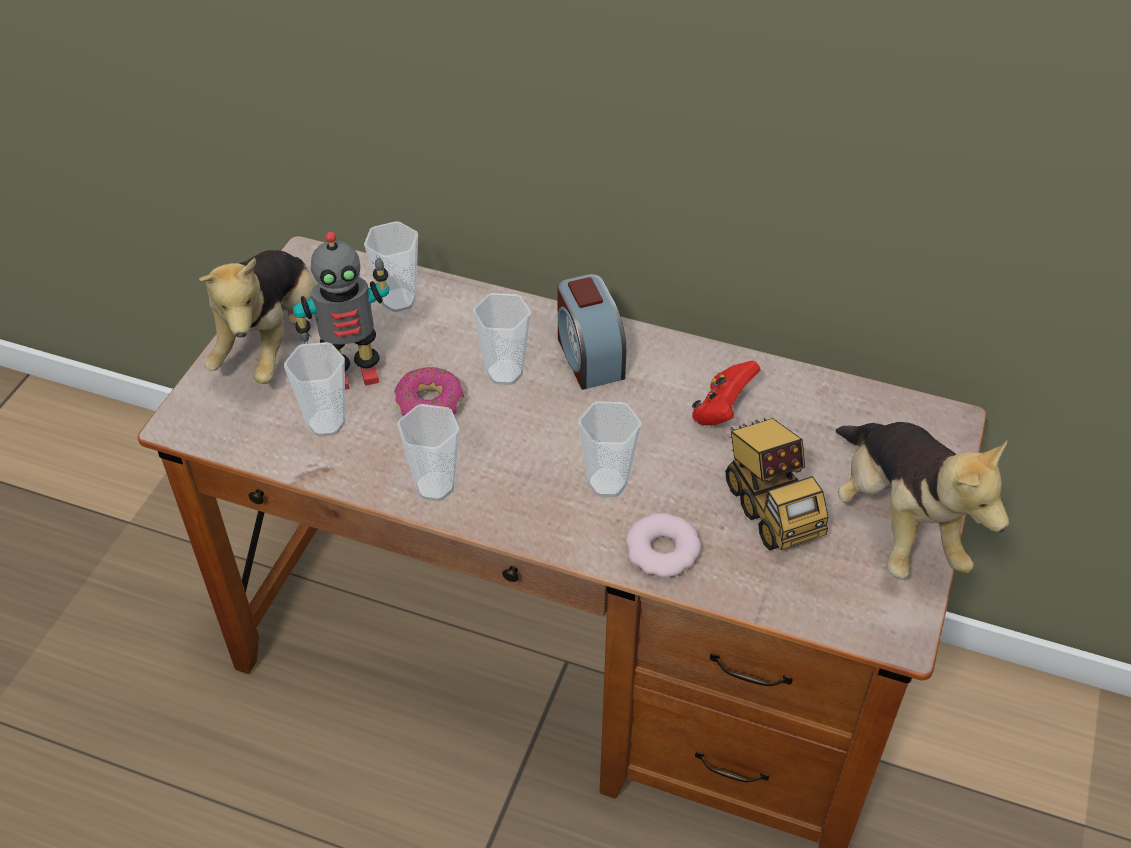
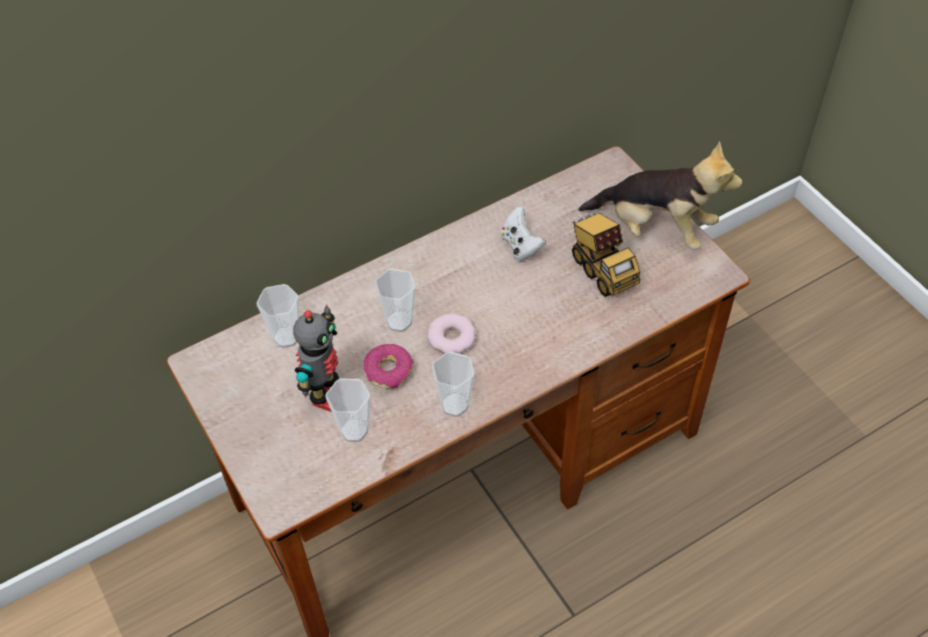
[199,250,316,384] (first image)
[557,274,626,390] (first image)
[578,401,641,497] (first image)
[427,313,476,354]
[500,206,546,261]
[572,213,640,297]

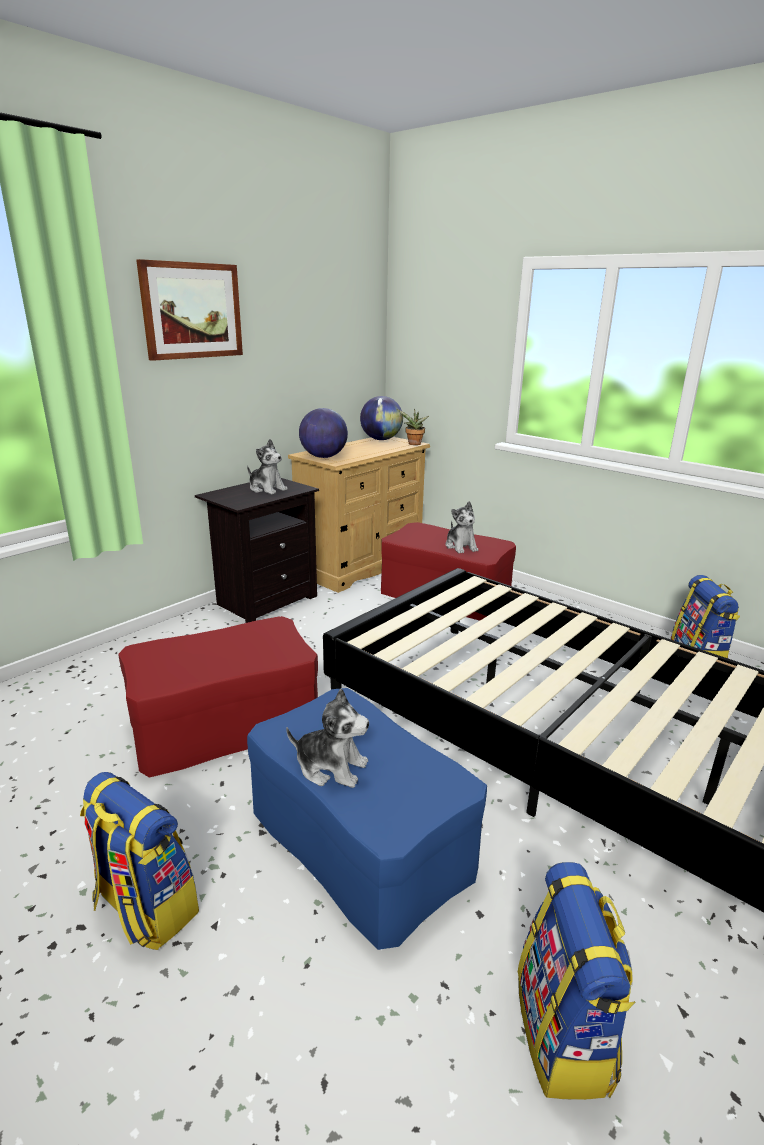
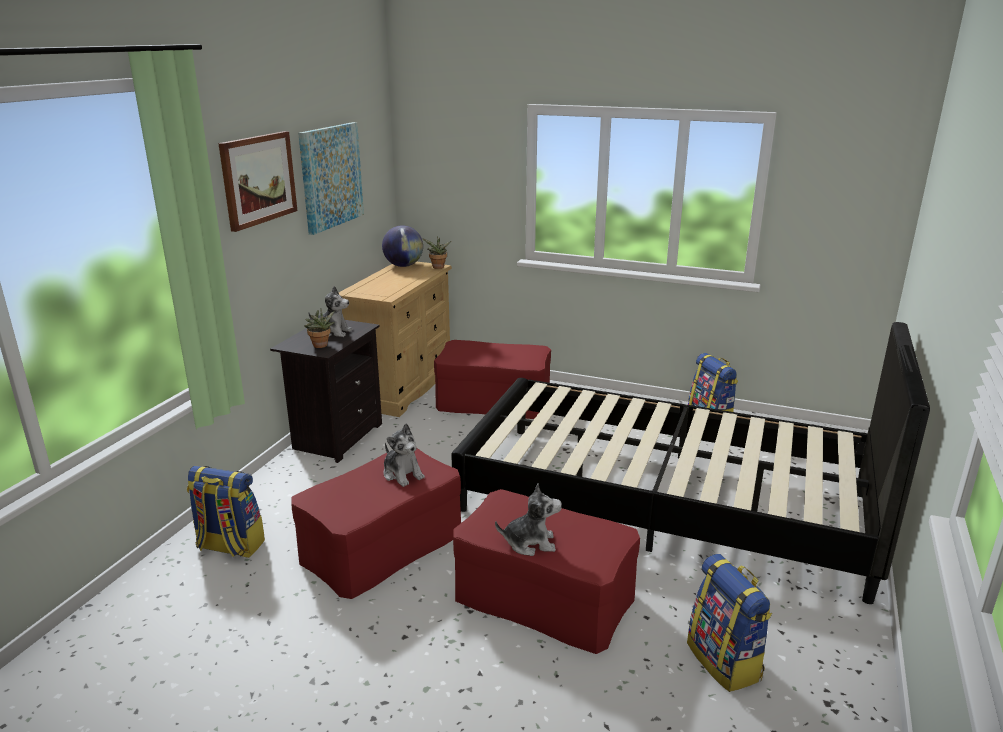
[299,408,348,458] (first image)
[298,122,364,235]
[304,308,334,348]
[187,466,265,558]
[383,424,425,487]
[453,489,640,654]

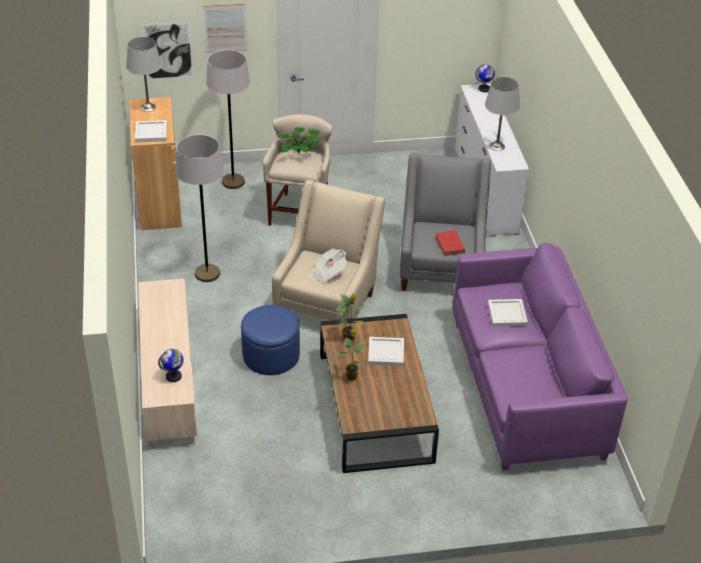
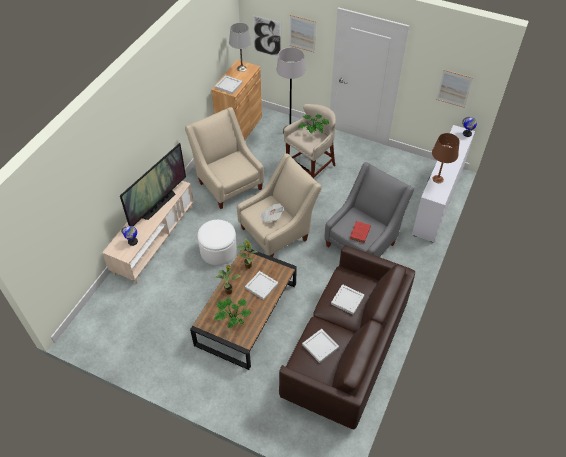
[120,143,186,226]
[214,298,251,328]
[302,329,339,363]
[436,69,473,108]
[185,107,264,209]
[198,220,237,265]
[279,246,415,429]
[432,133,460,183]

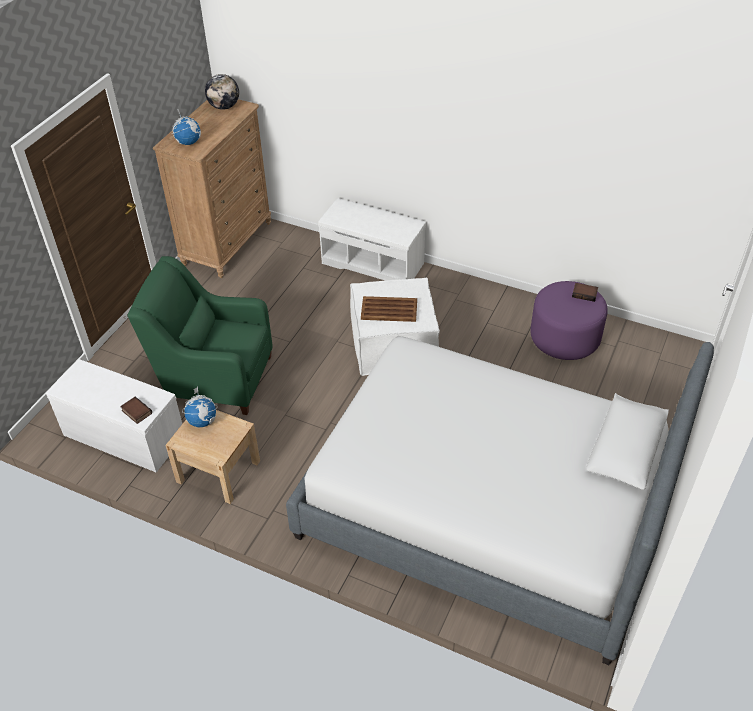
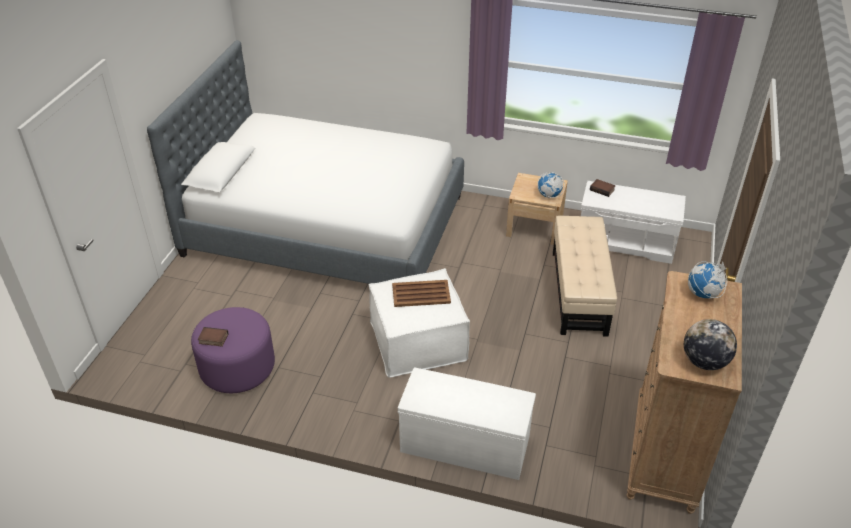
[553,216,617,337]

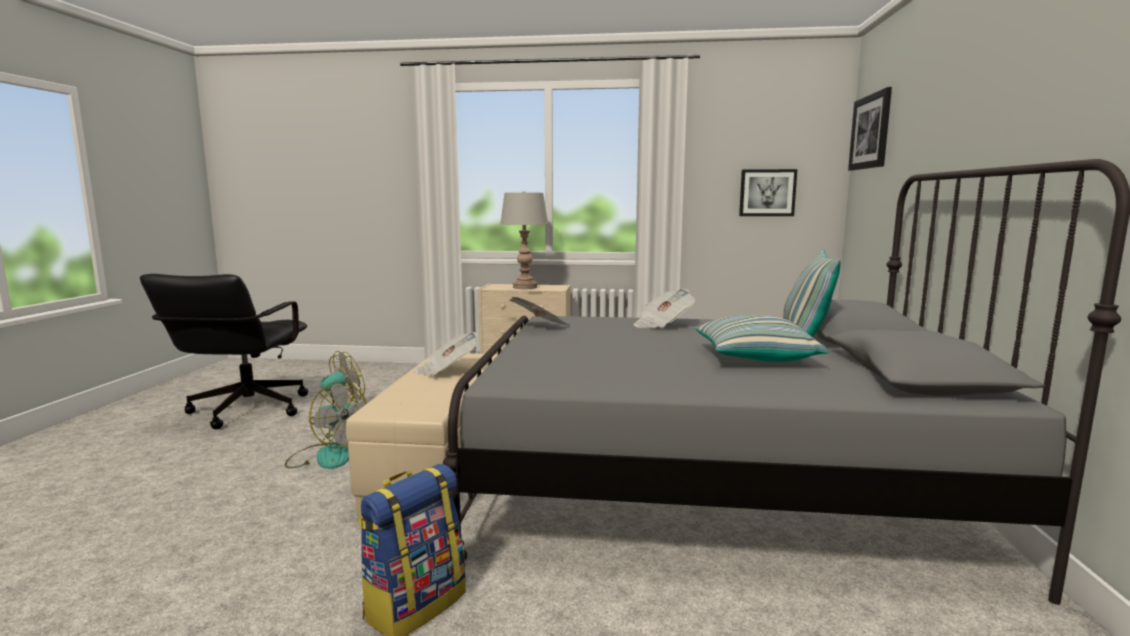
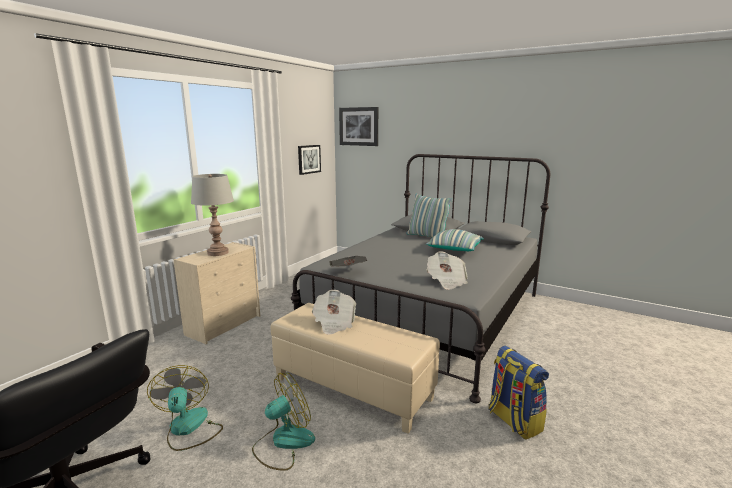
[427,251,468,290]

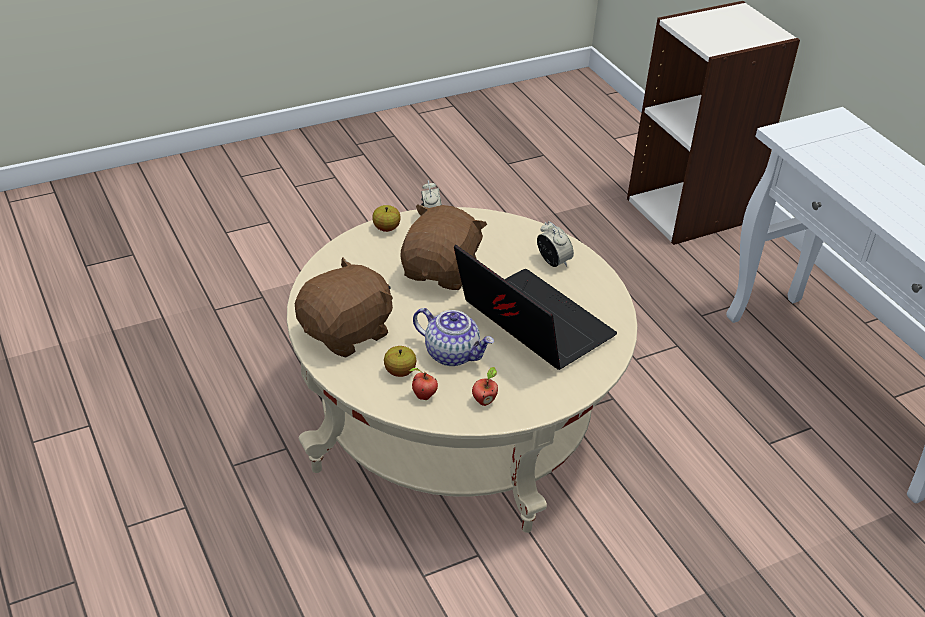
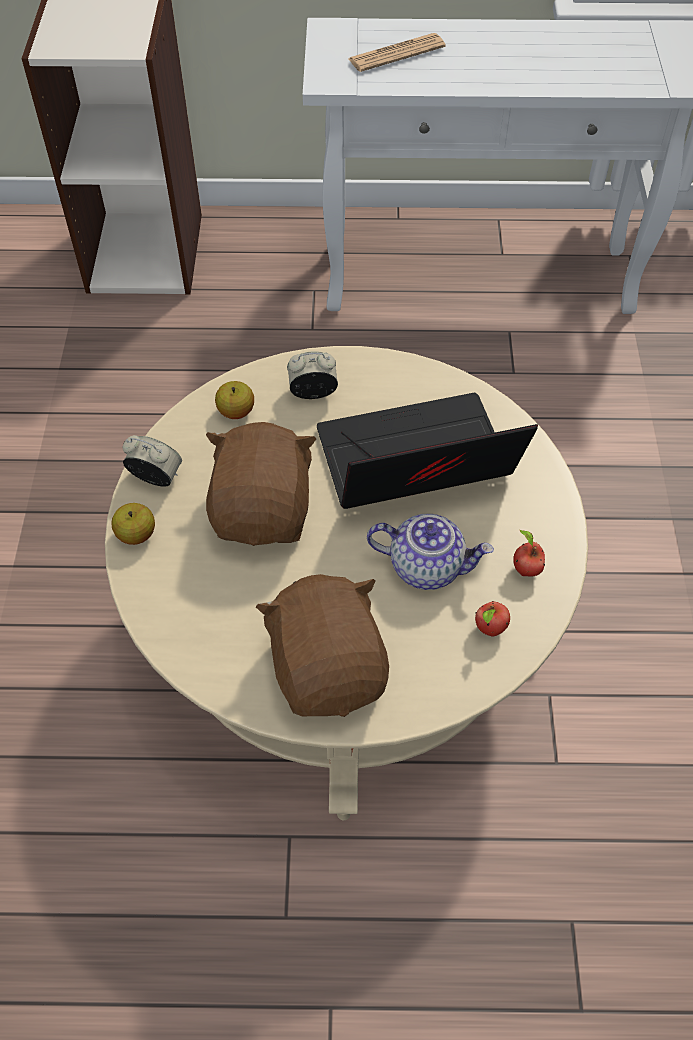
[349,33,446,72]
[215,381,254,419]
[206,422,316,546]
[367,514,494,590]

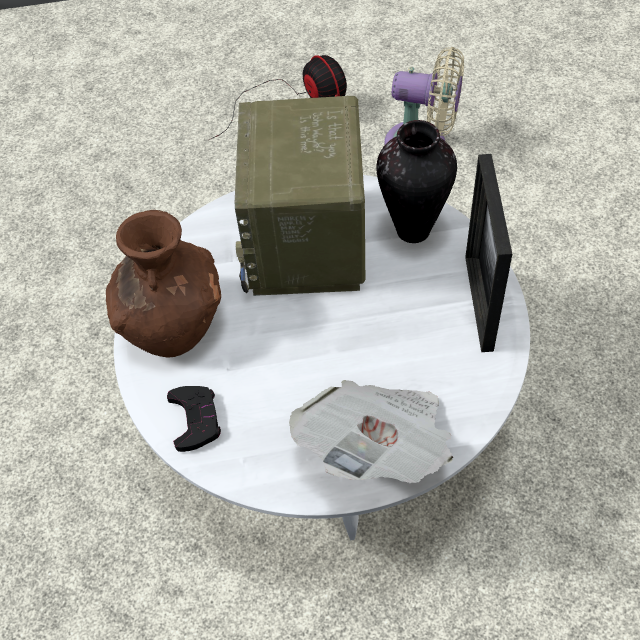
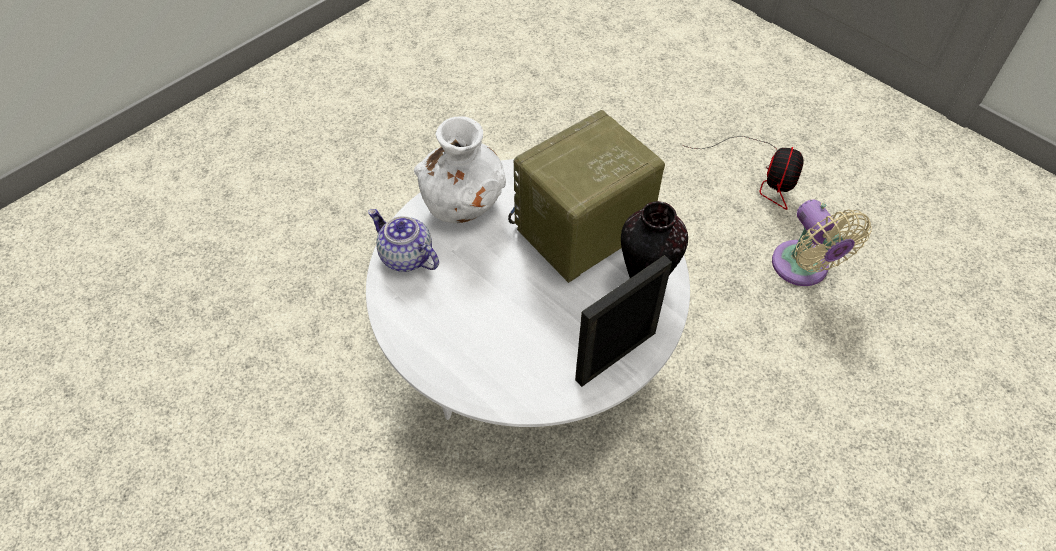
[289,380,453,483] (first image)
[368,209,439,272]
[414,116,506,223]

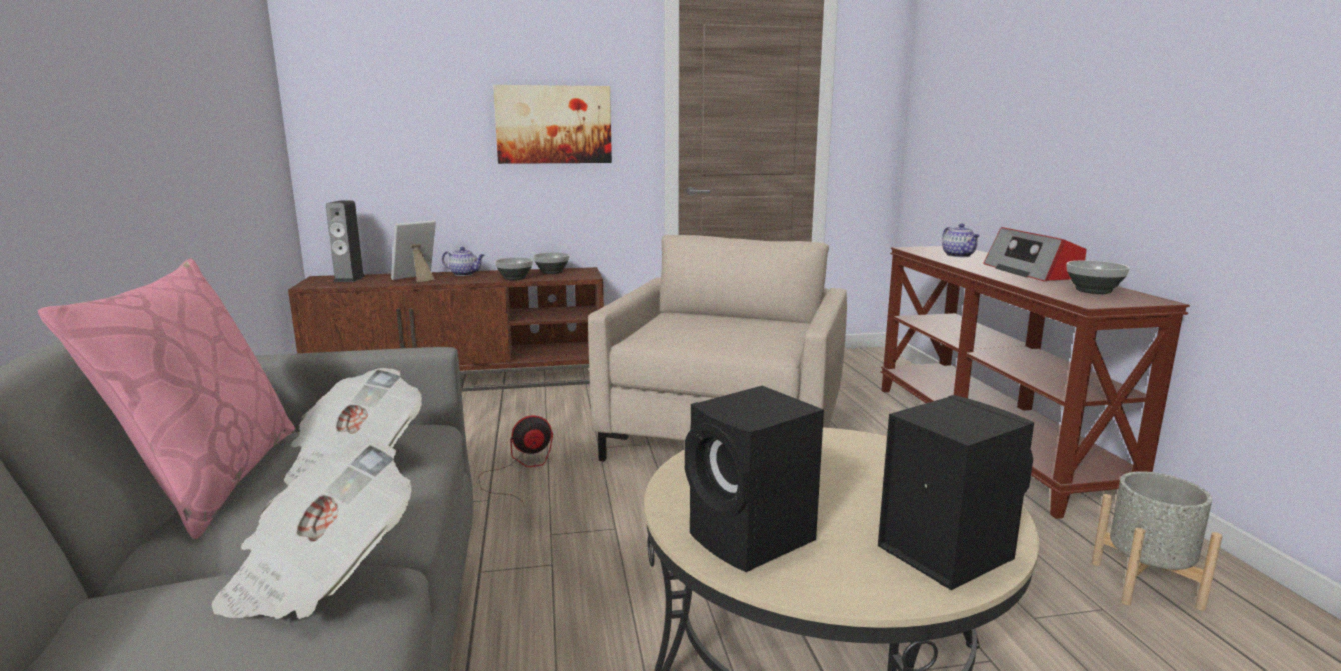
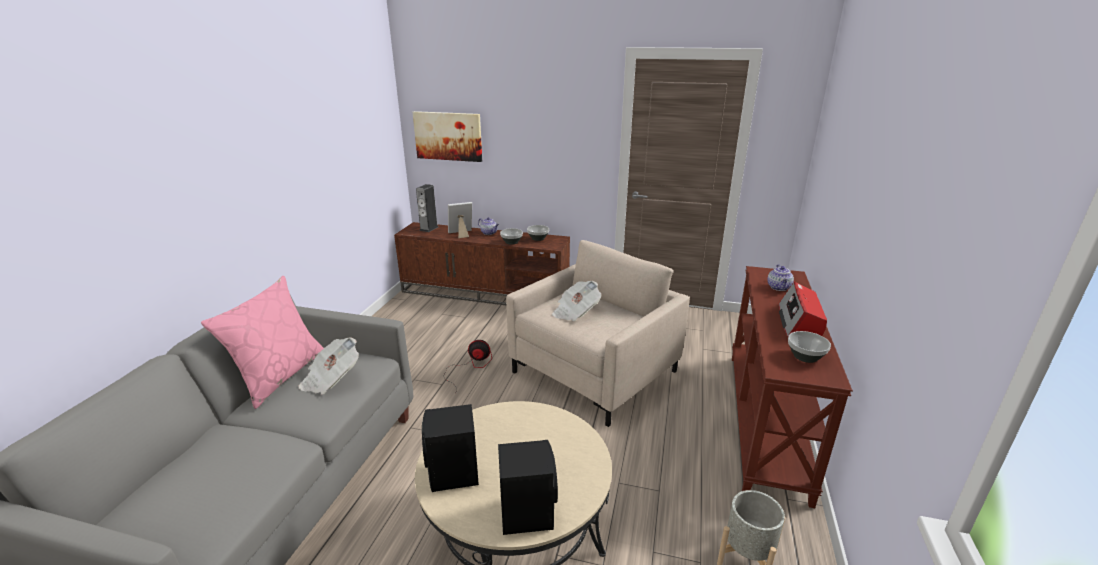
[552,281,601,322]
[412,111,482,162]

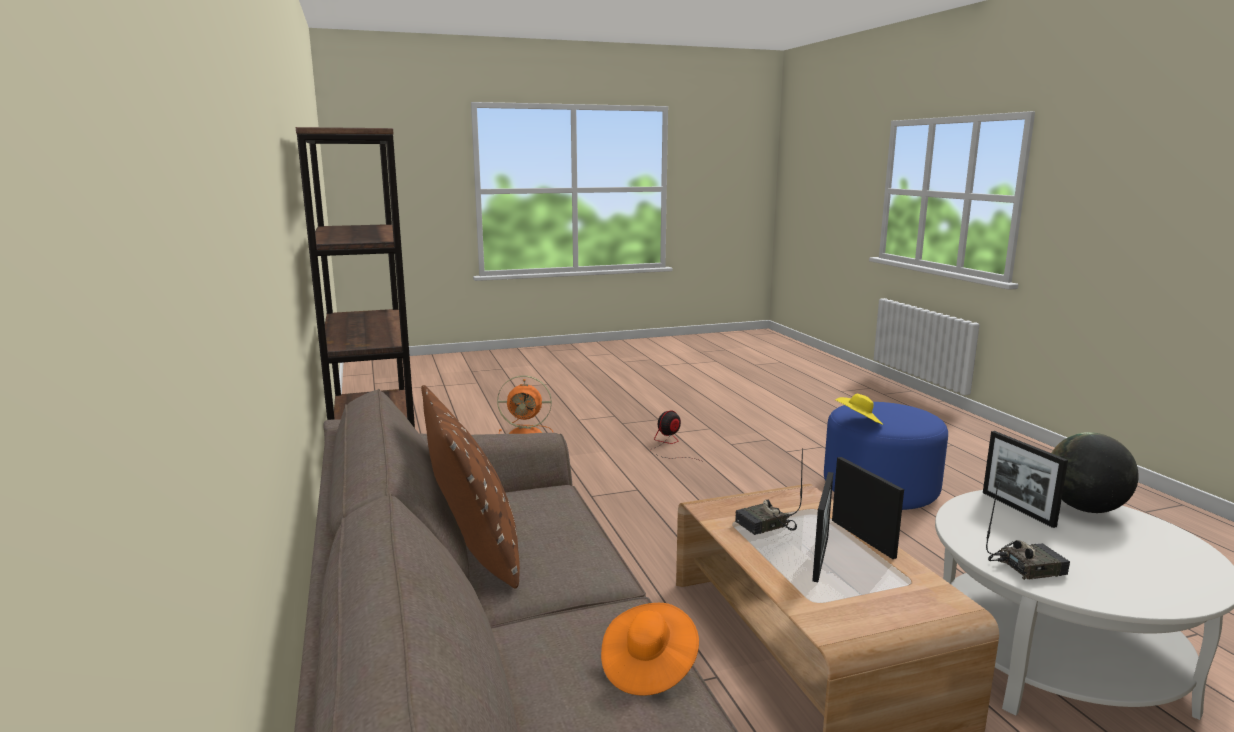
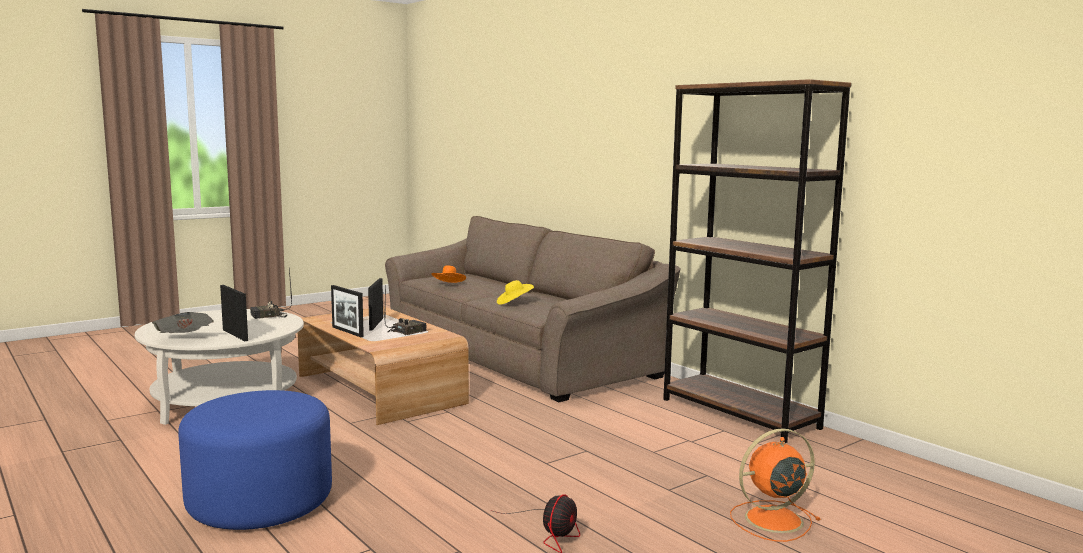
[421,385,520,589] (first image)
[497,280,534,305]
[152,312,214,333]

